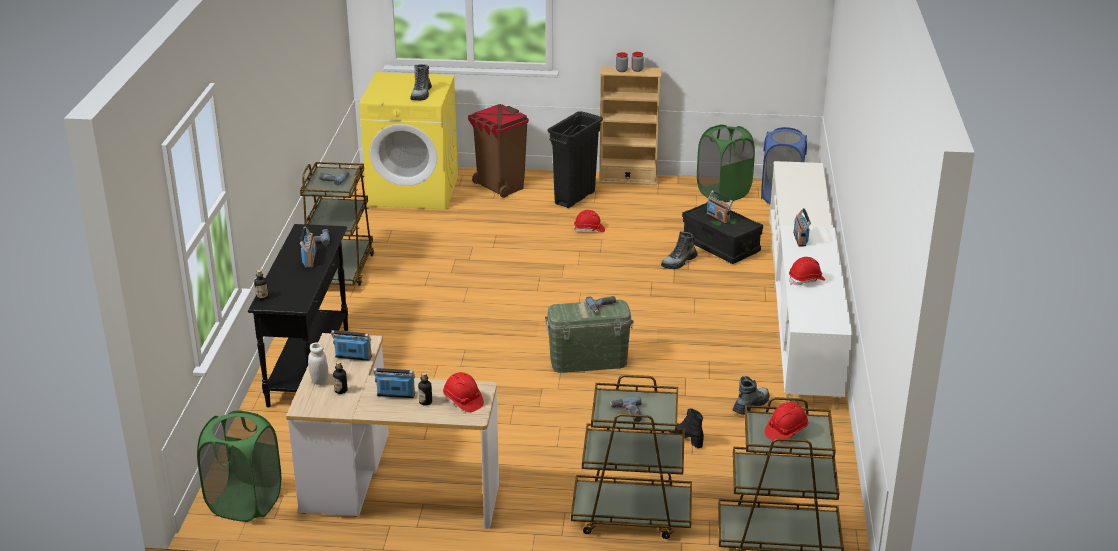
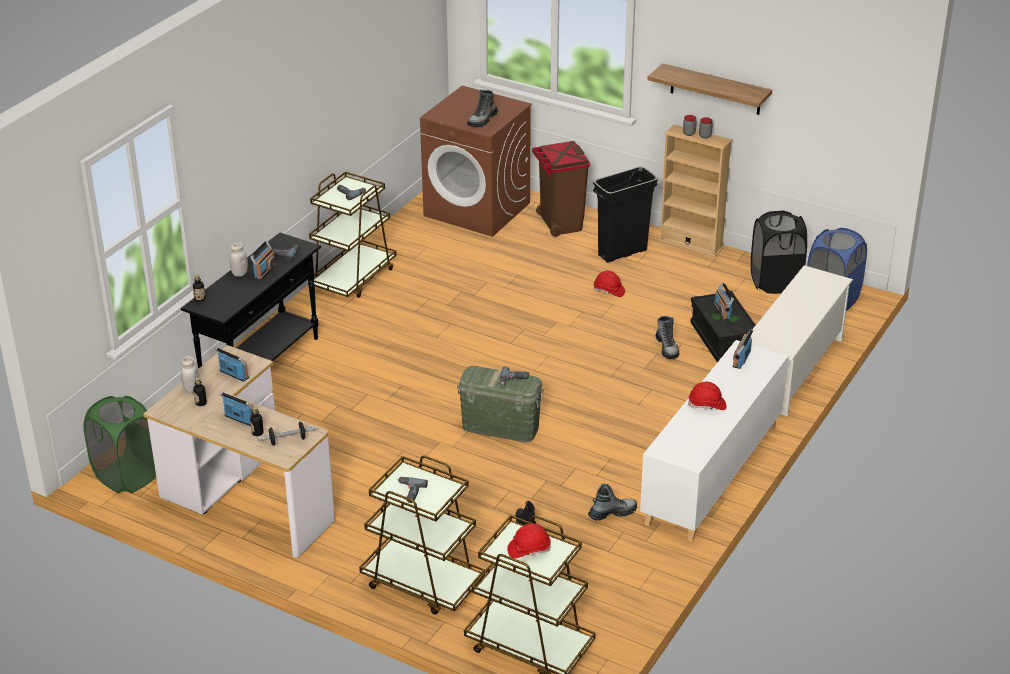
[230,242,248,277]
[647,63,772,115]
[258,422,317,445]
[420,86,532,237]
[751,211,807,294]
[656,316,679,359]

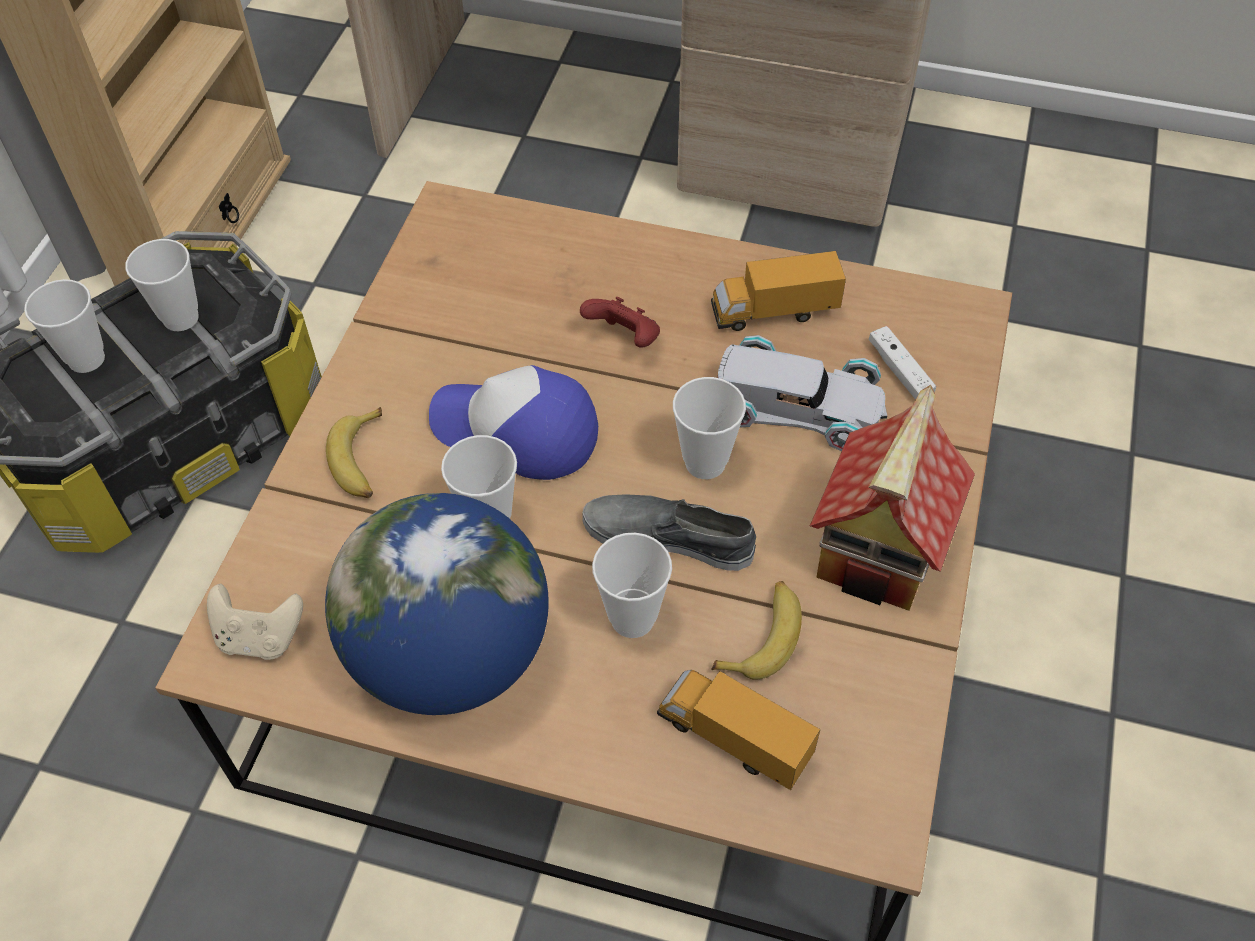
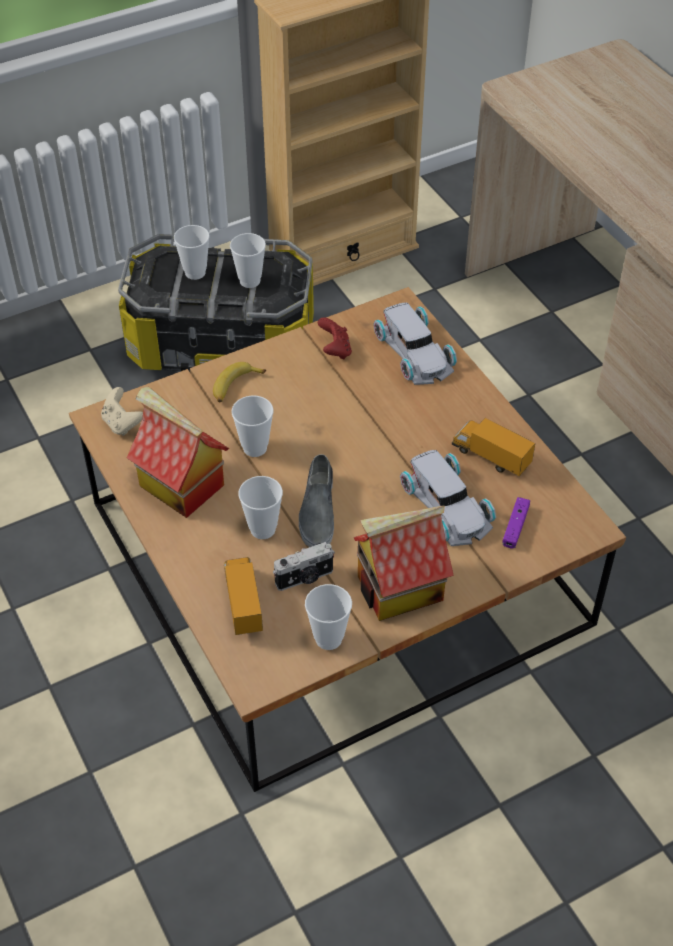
[429,365,598,480] (first image)
[373,303,457,385]
[318,317,352,359]
[305,584,352,650]
[127,387,229,518]
[273,542,335,591]
[502,497,530,549]
[299,454,334,547]

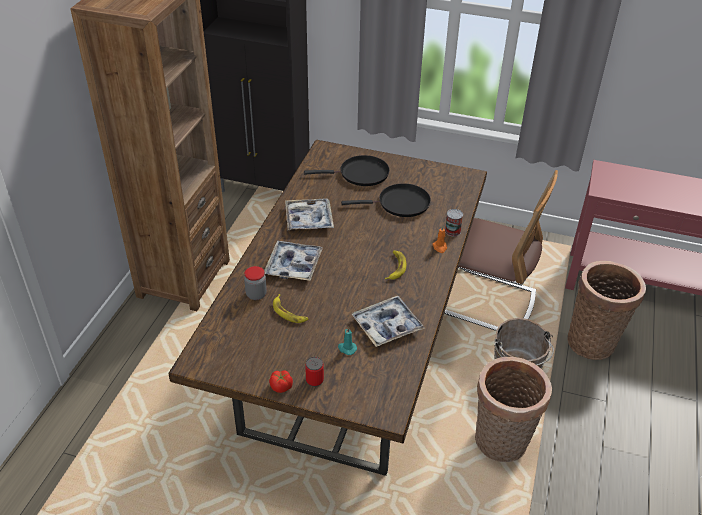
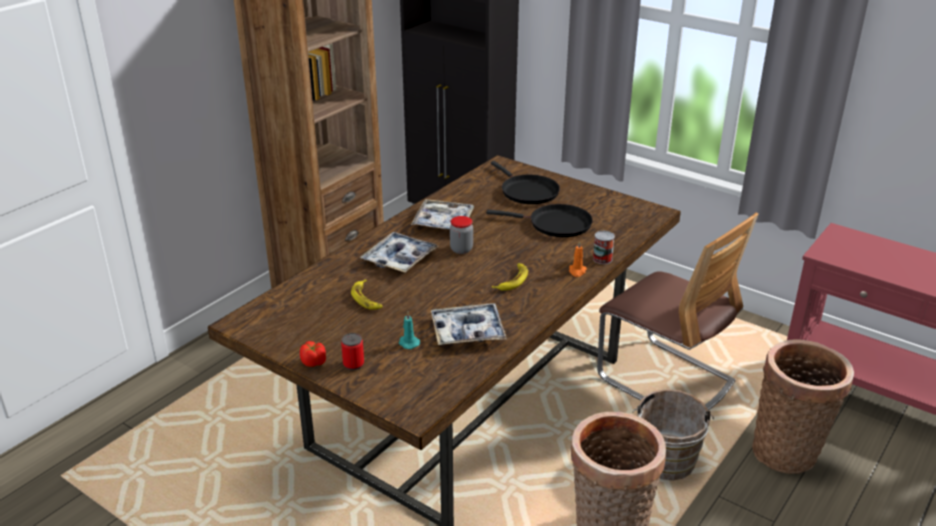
[450,216,473,254]
[491,161,560,204]

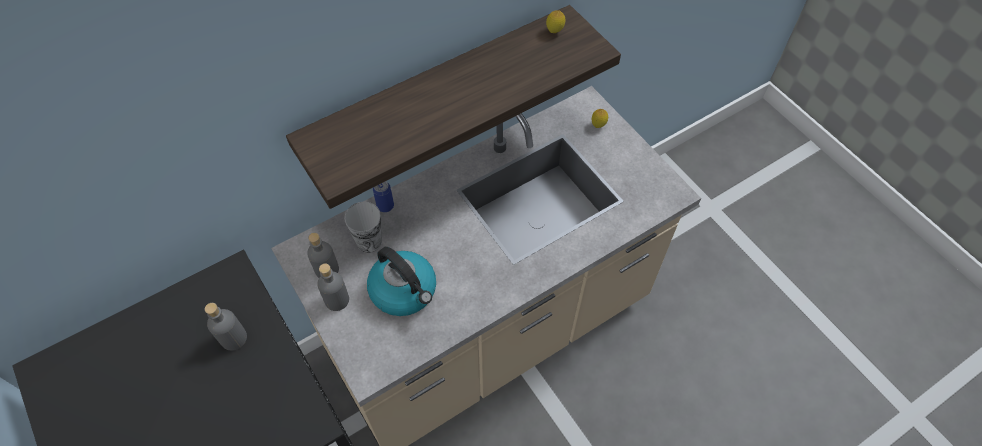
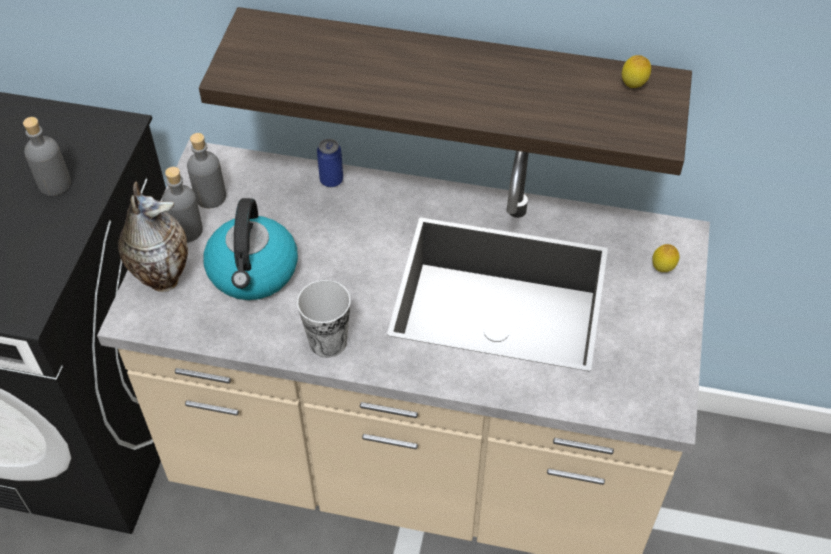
[118,181,188,292]
[297,280,351,358]

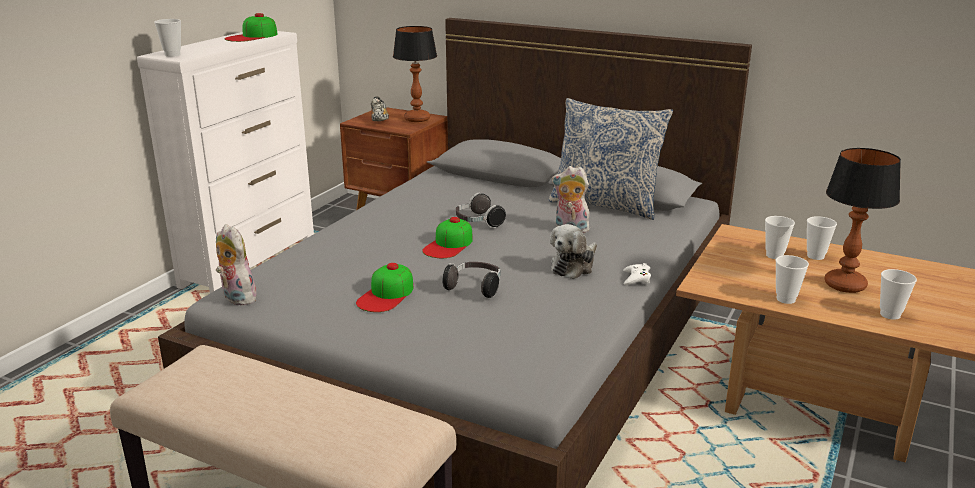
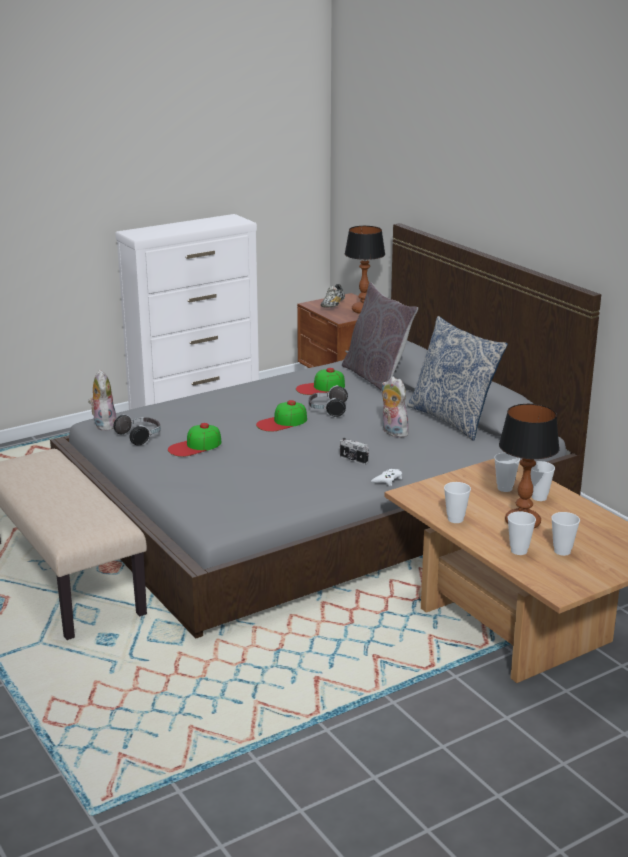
[342,282,418,392]
[551,512,580,556]
[296,368,345,395]
[114,414,161,446]
[340,438,369,465]

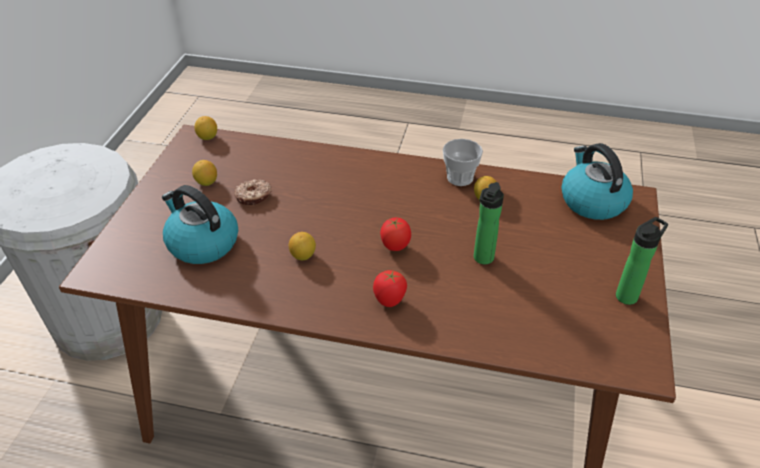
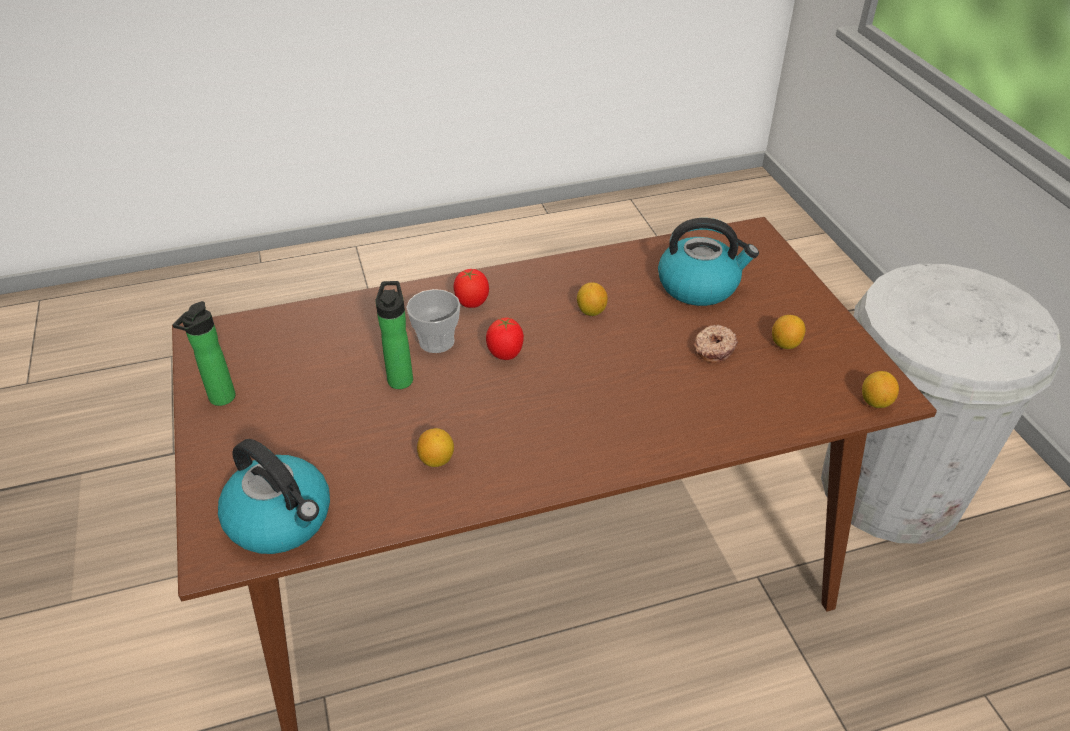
[406,289,460,353]

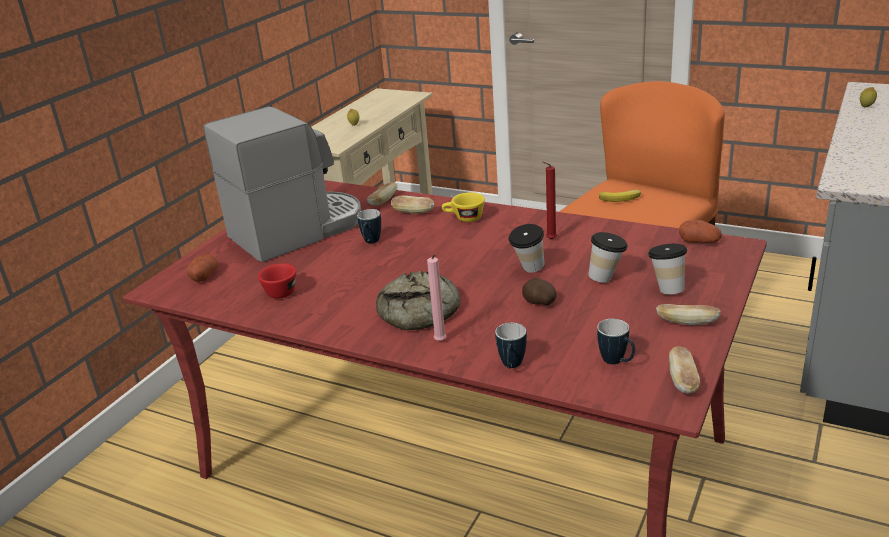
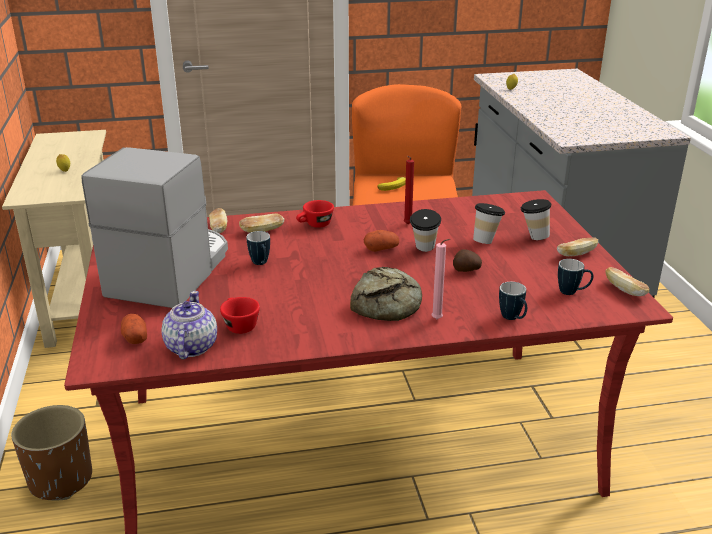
[11,405,92,500]
[161,291,217,360]
[364,230,399,252]
[296,200,334,228]

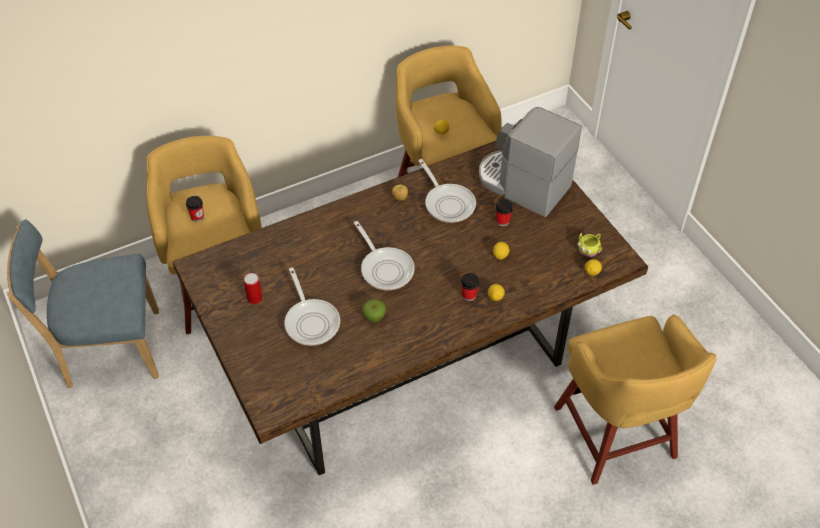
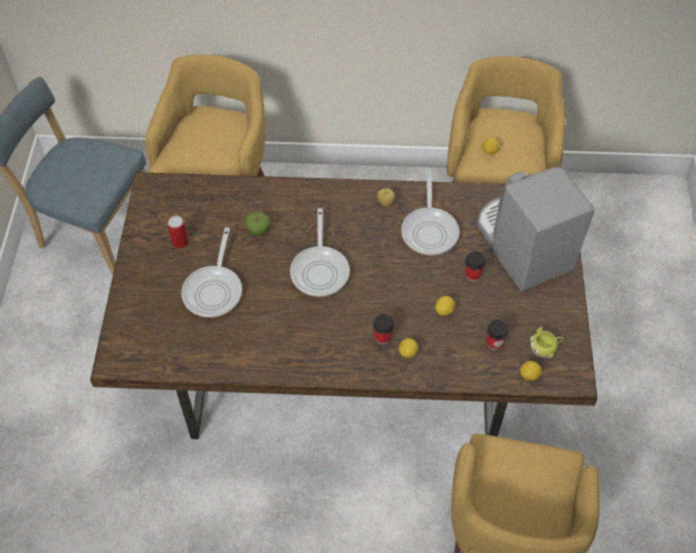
[487,320,509,350]
[245,212,271,236]

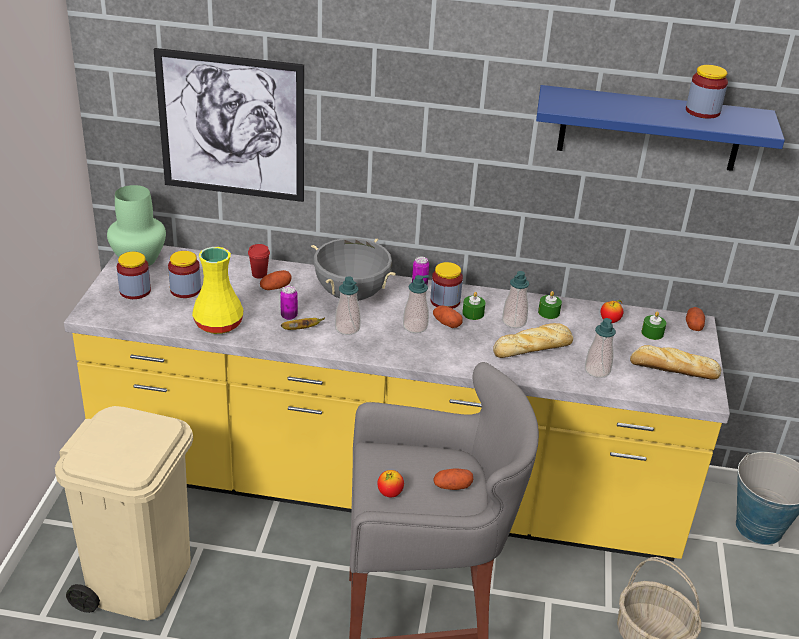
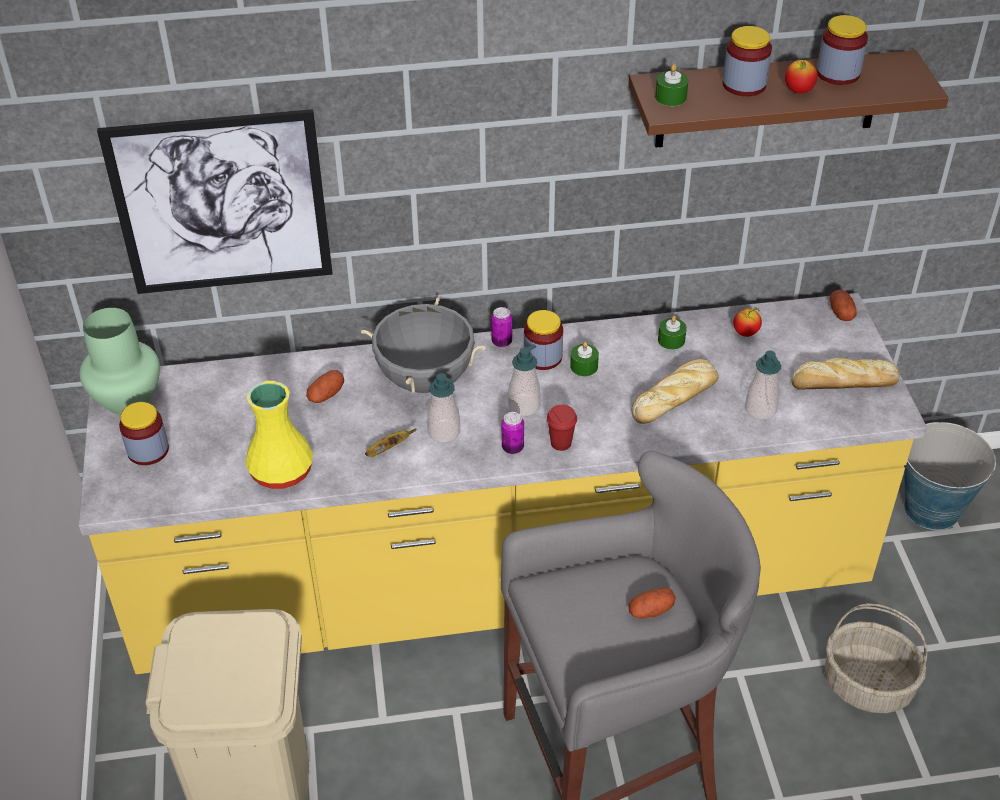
[433,306,462,328] (first image)
[502,271,529,328] (first image)
[722,26,772,96]
[547,405,577,451]
[502,412,524,454]
[785,60,818,94]
[655,64,689,106]
[629,50,949,147]

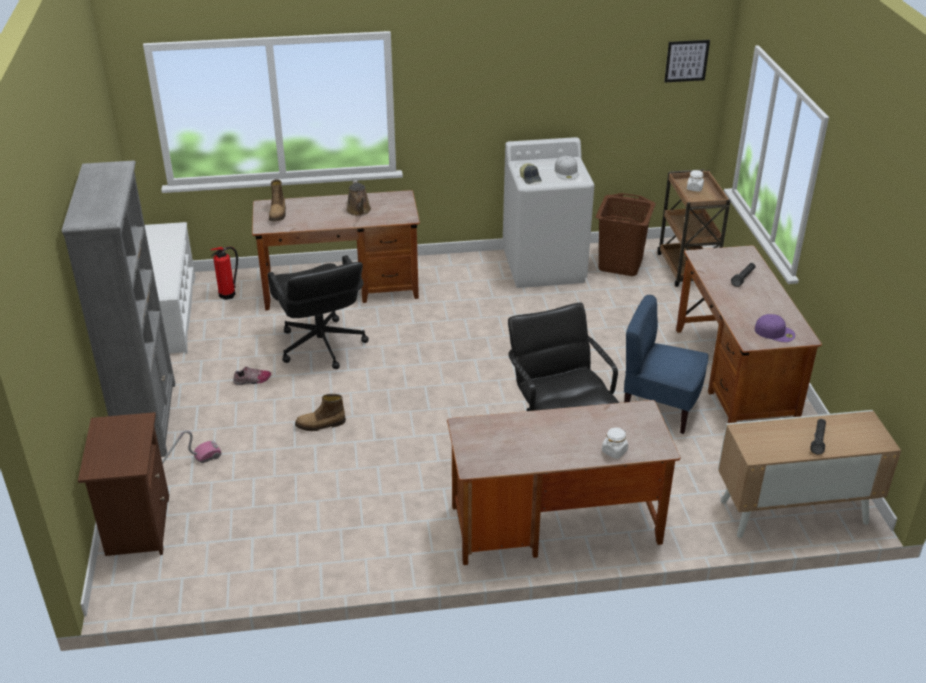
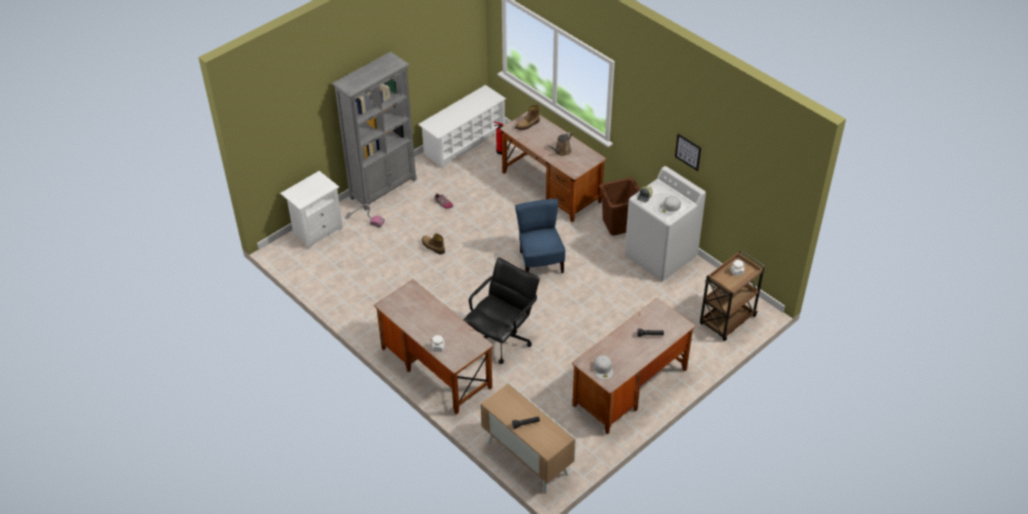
[268,255,369,369] (first image)
[599,177,640,236]
[515,199,565,273]
[675,134,701,171]
[280,171,343,249]
[594,355,613,379]

